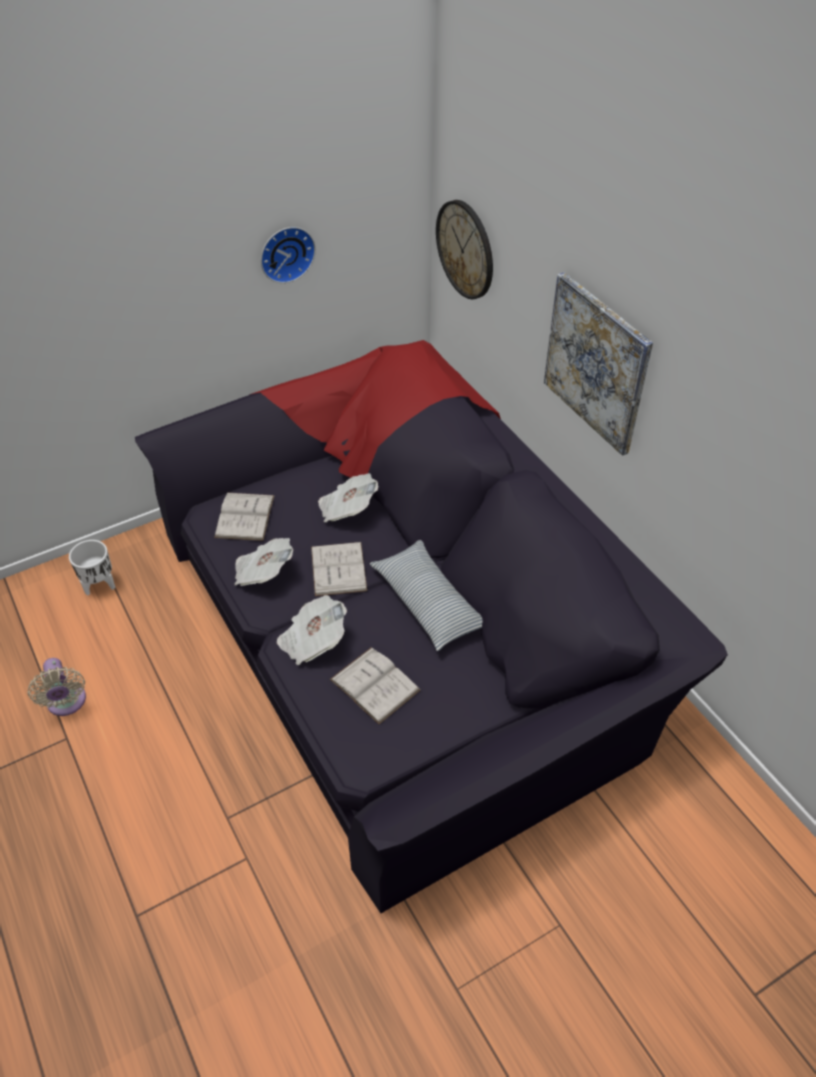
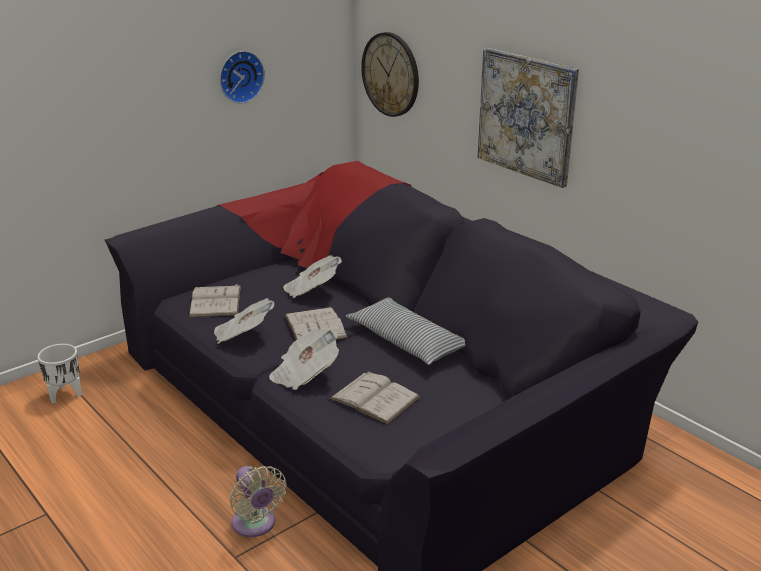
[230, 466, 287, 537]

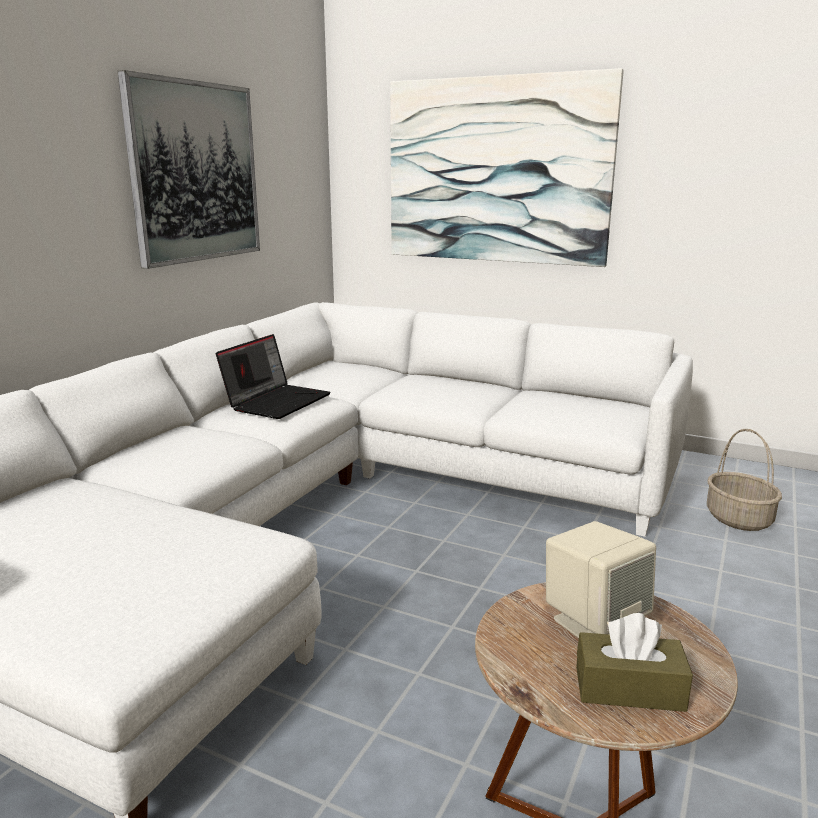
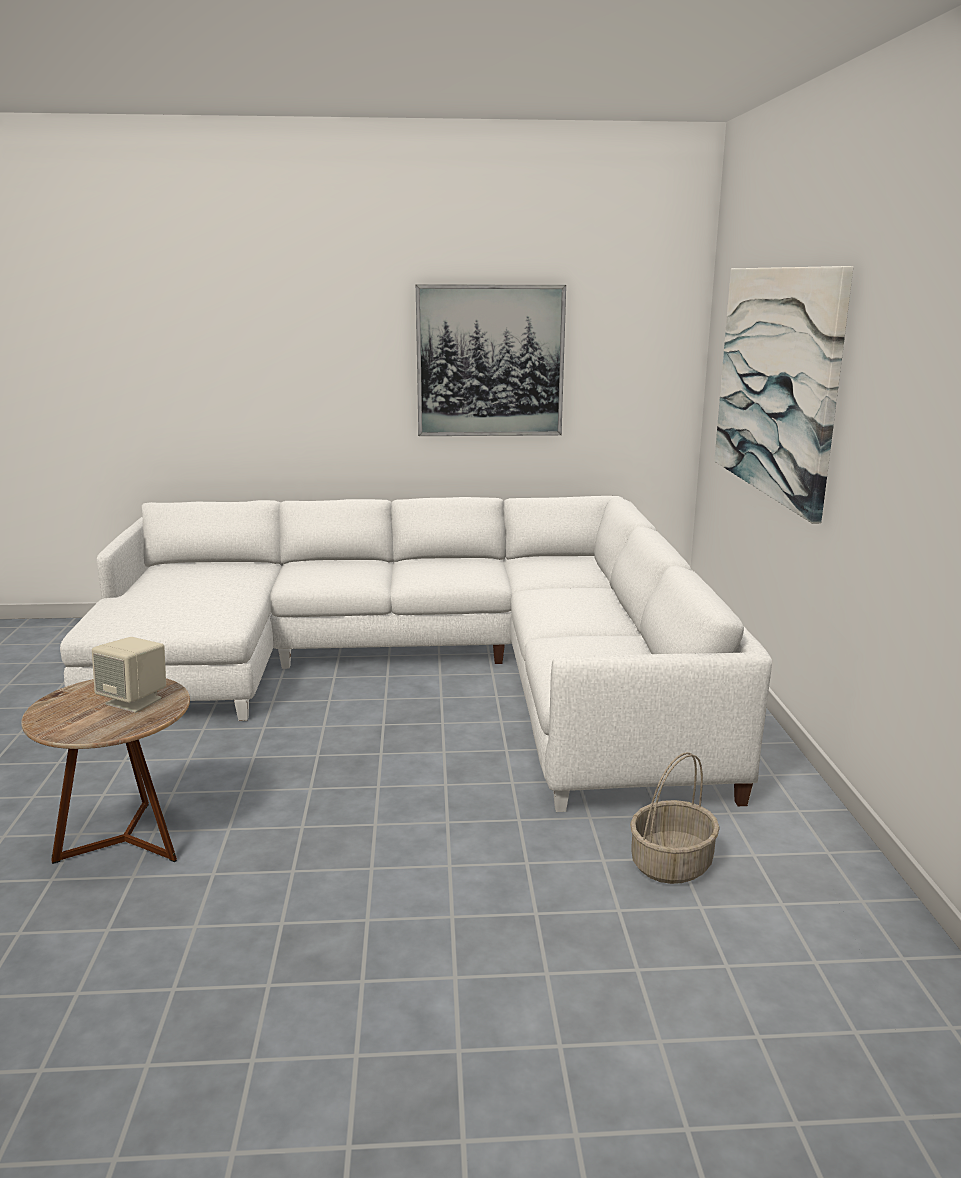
[216, 334, 331, 419] (first image)
[576, 613, 693, 712] (first image)

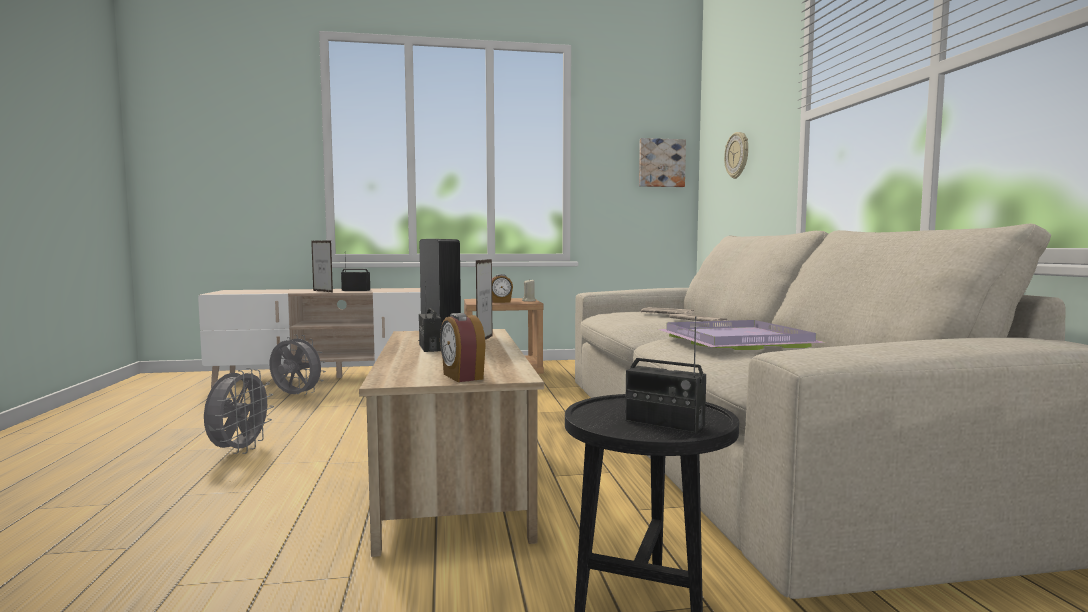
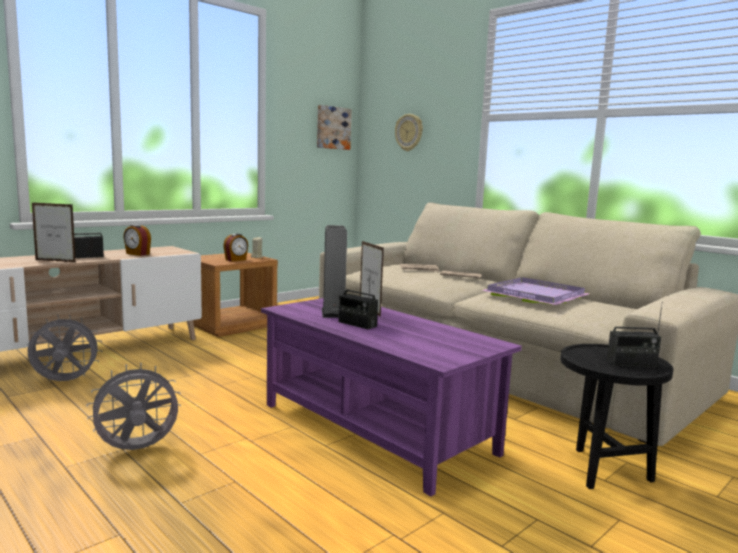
[123, 224, 151, 256]
[261, 298, 522, 496]
[86, 363, 181, 450]

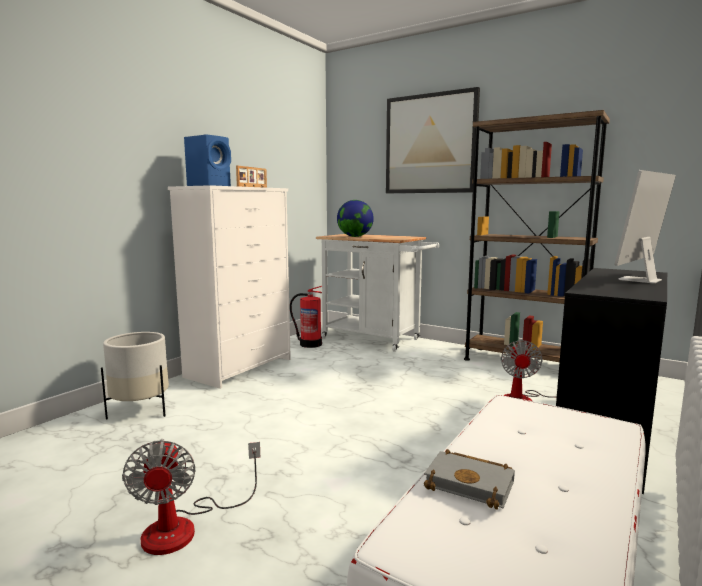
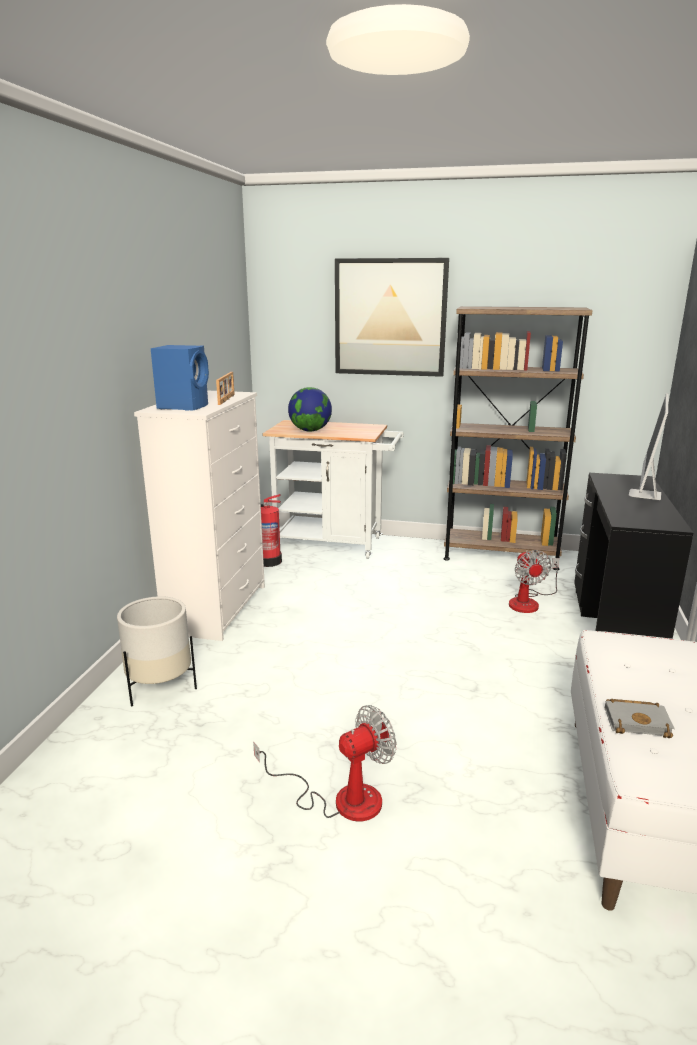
[253, 705, 397, 822]

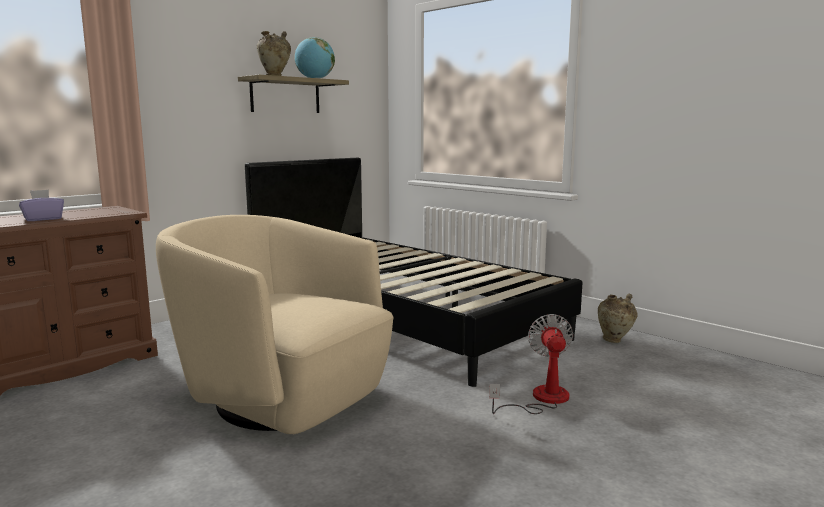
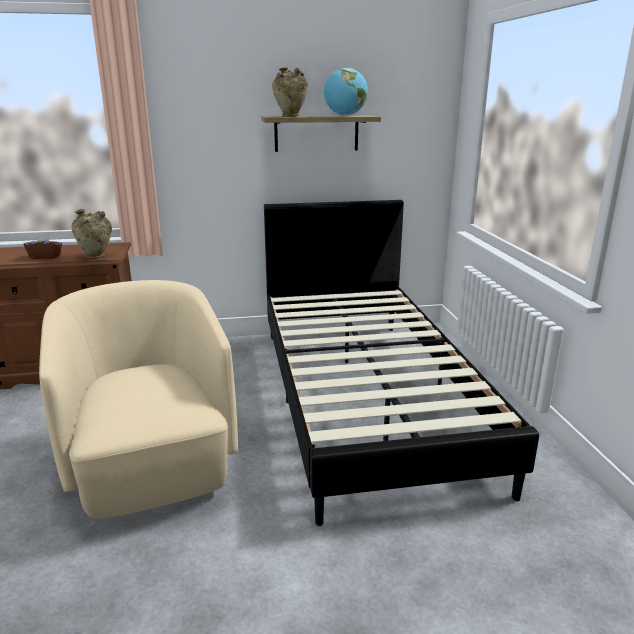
[489, 314, 573, 414] (first image)
[71, 209, 112, 259]
[24, 233, 62, 259]

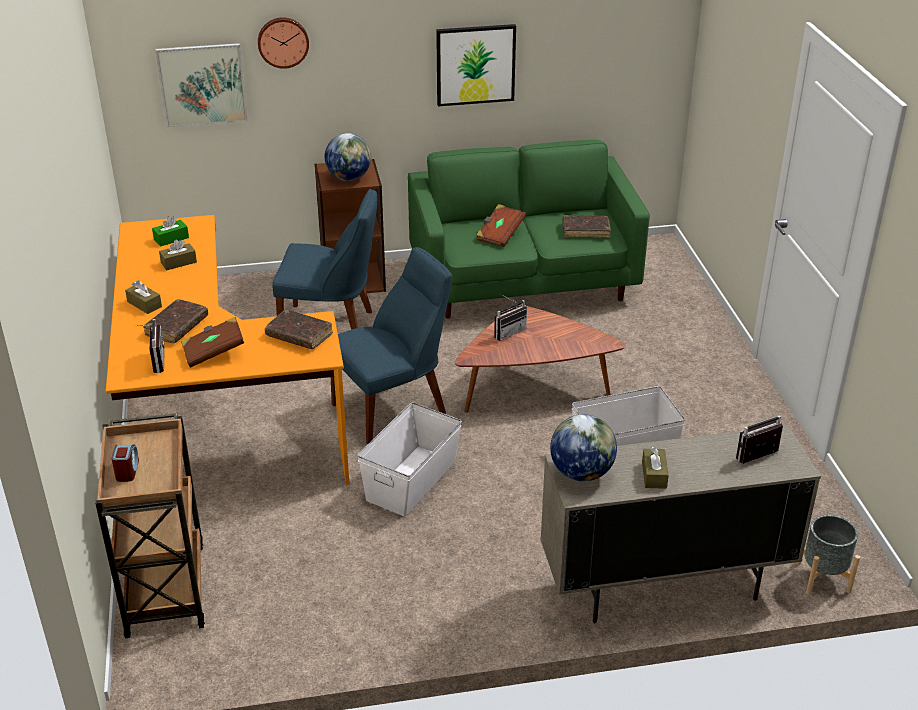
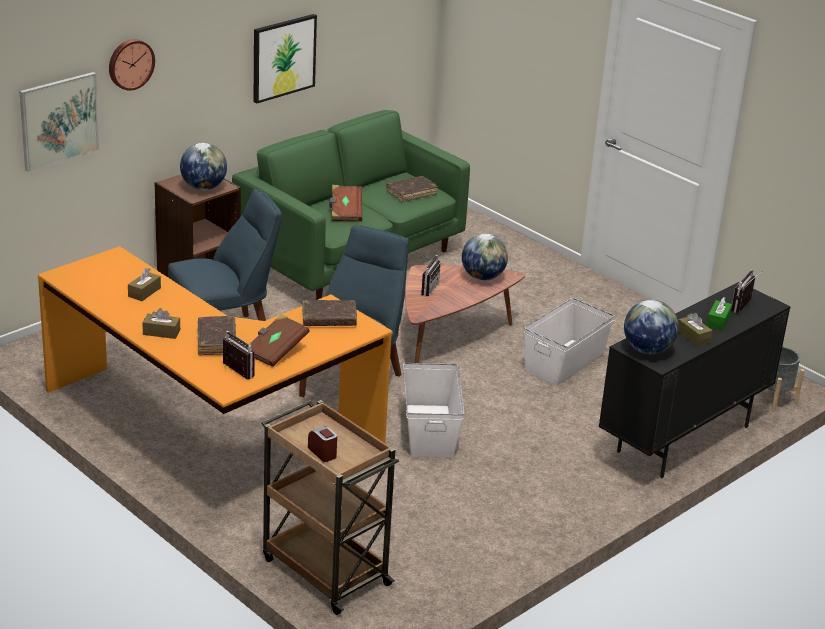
[462, 234, 508, 280]
[706, 297, 732, 330]
[599, 282, 791, 478]

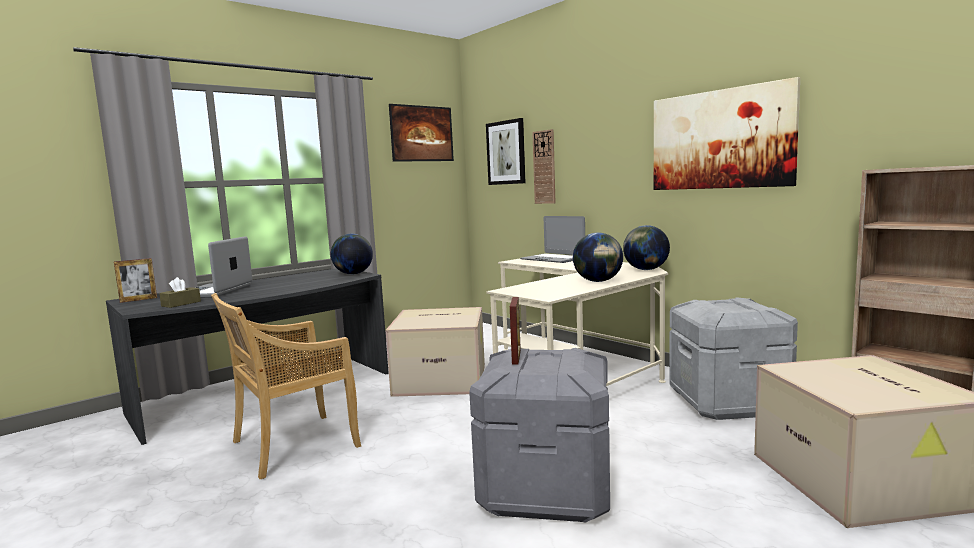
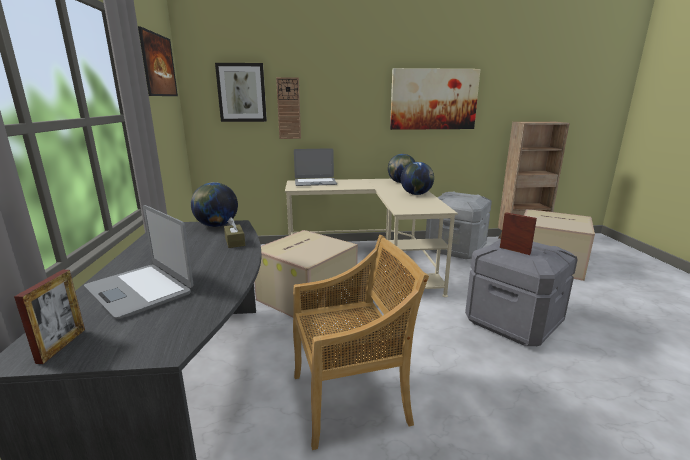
[224, 218, 245, 248]
[293, 235, 429, 450]

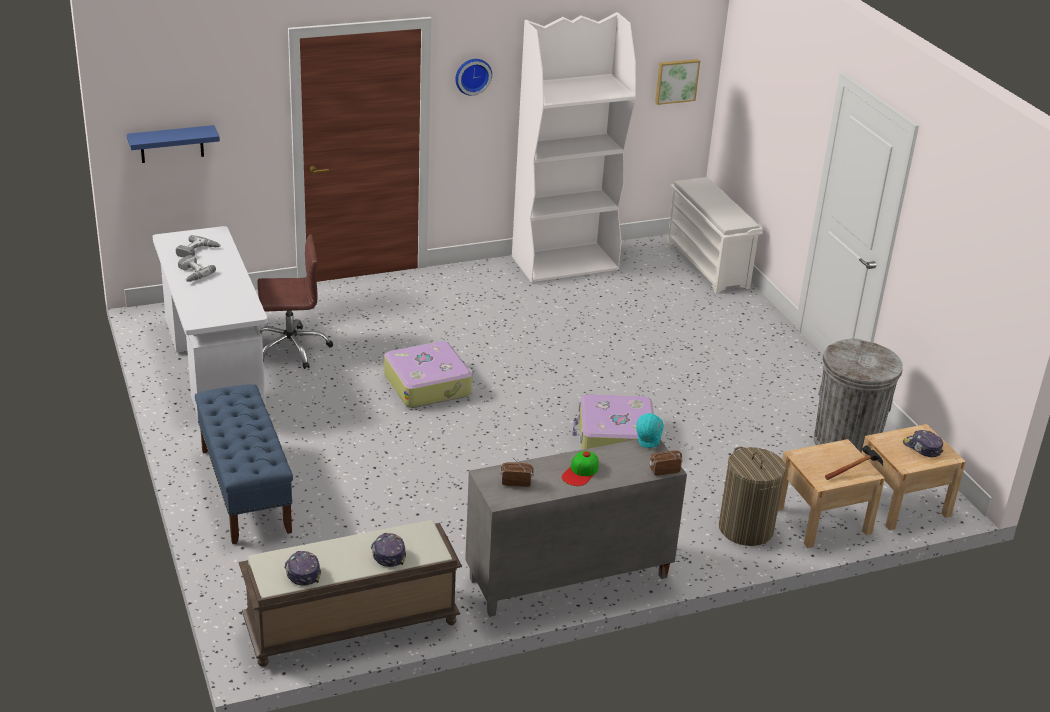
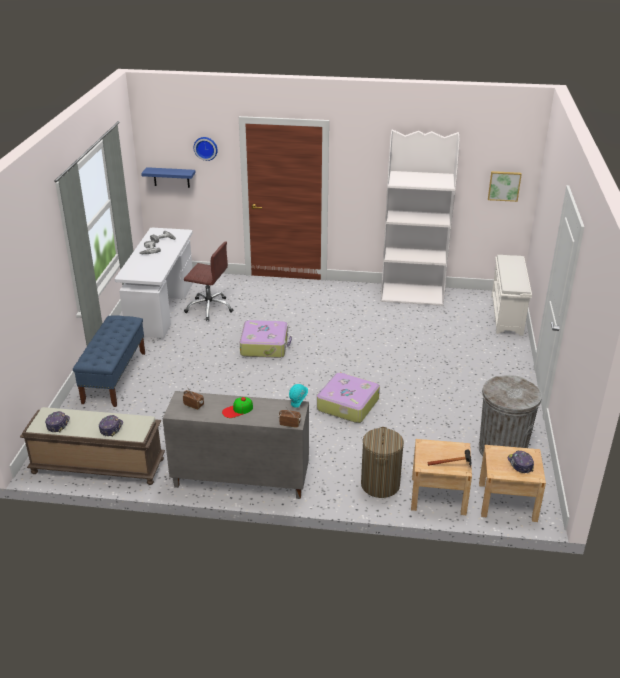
[194, 137, 218, 161]

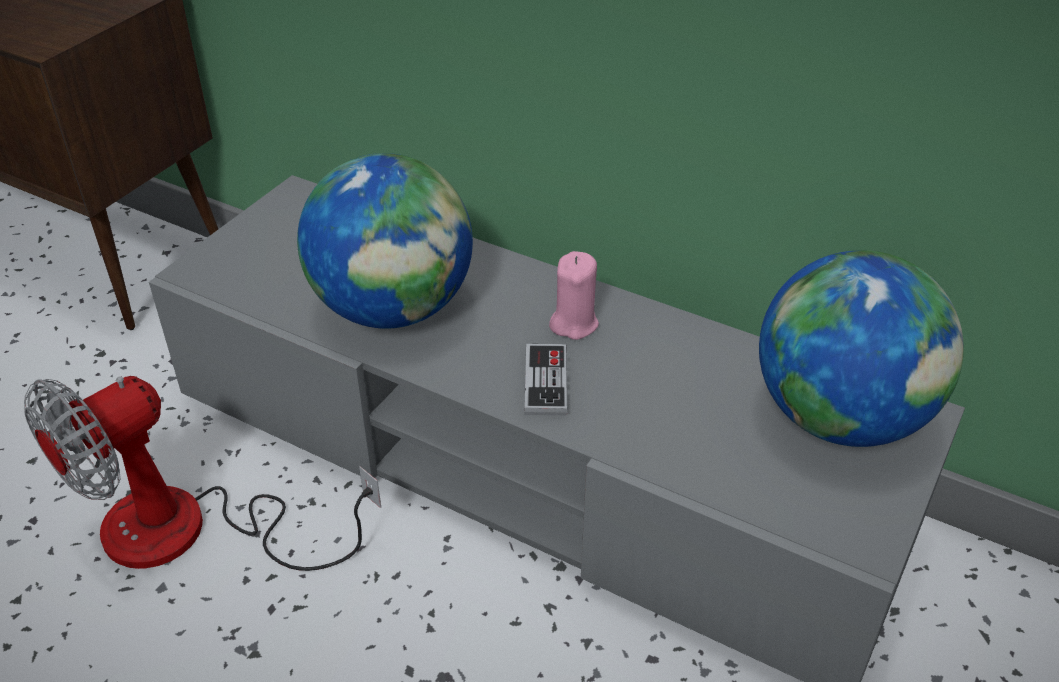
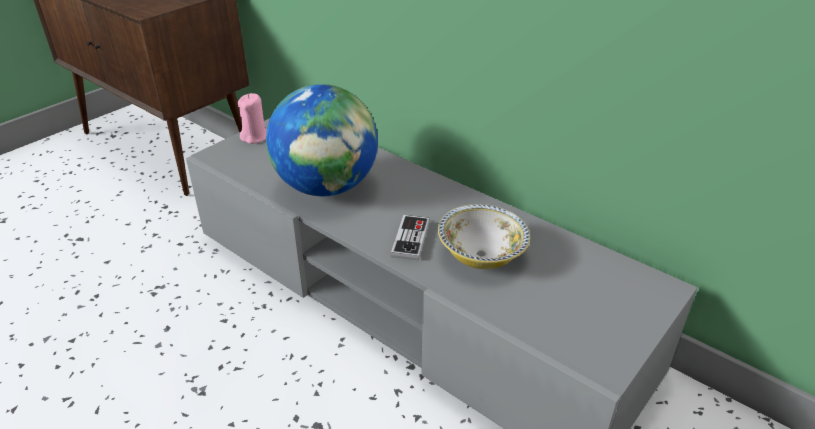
[24, 376, 381, 571] (first image)
[759, 250, 964, 447] (first image)
[438, 204, 530, 269]
[238, 93, 267, 144]

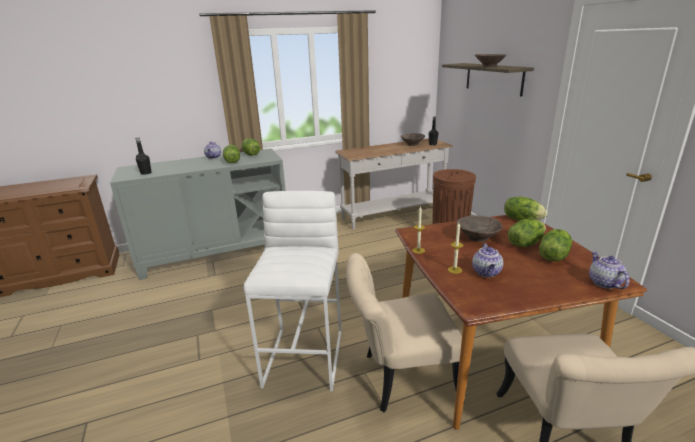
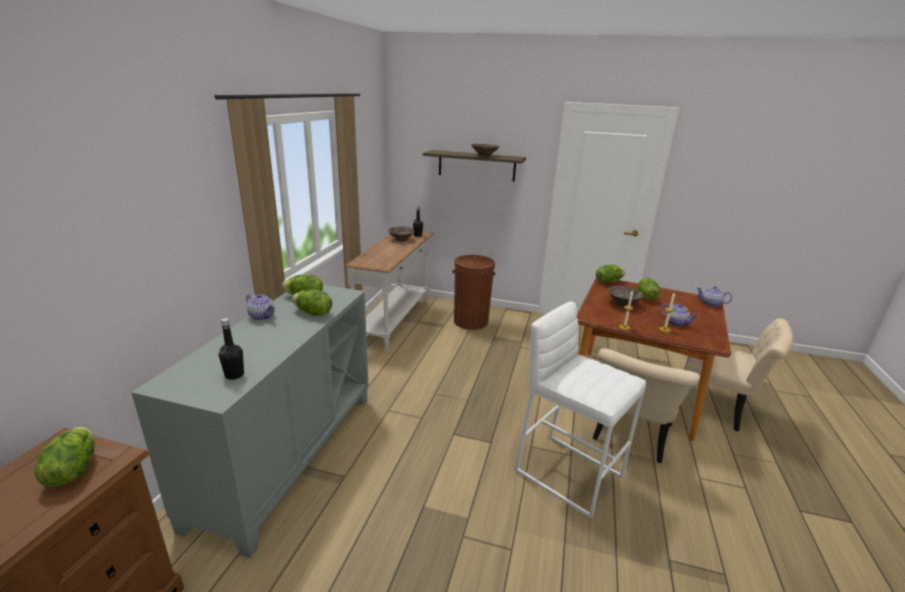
[34, 427, 94, 487]

